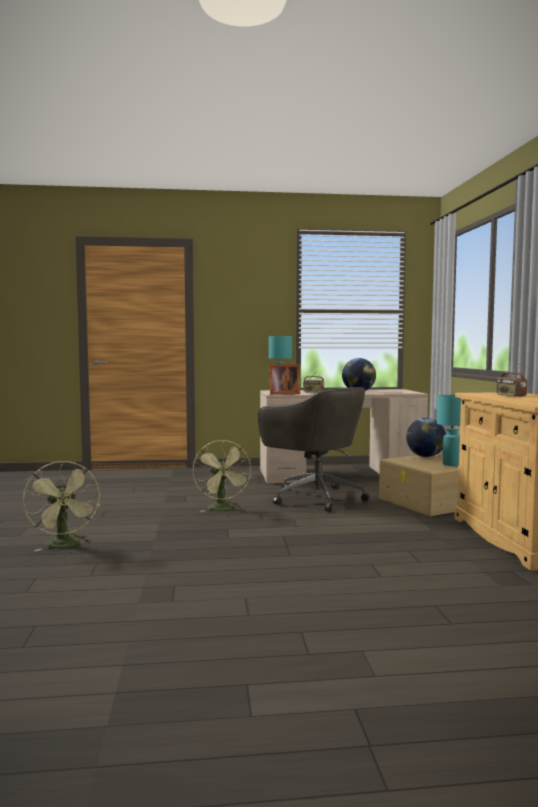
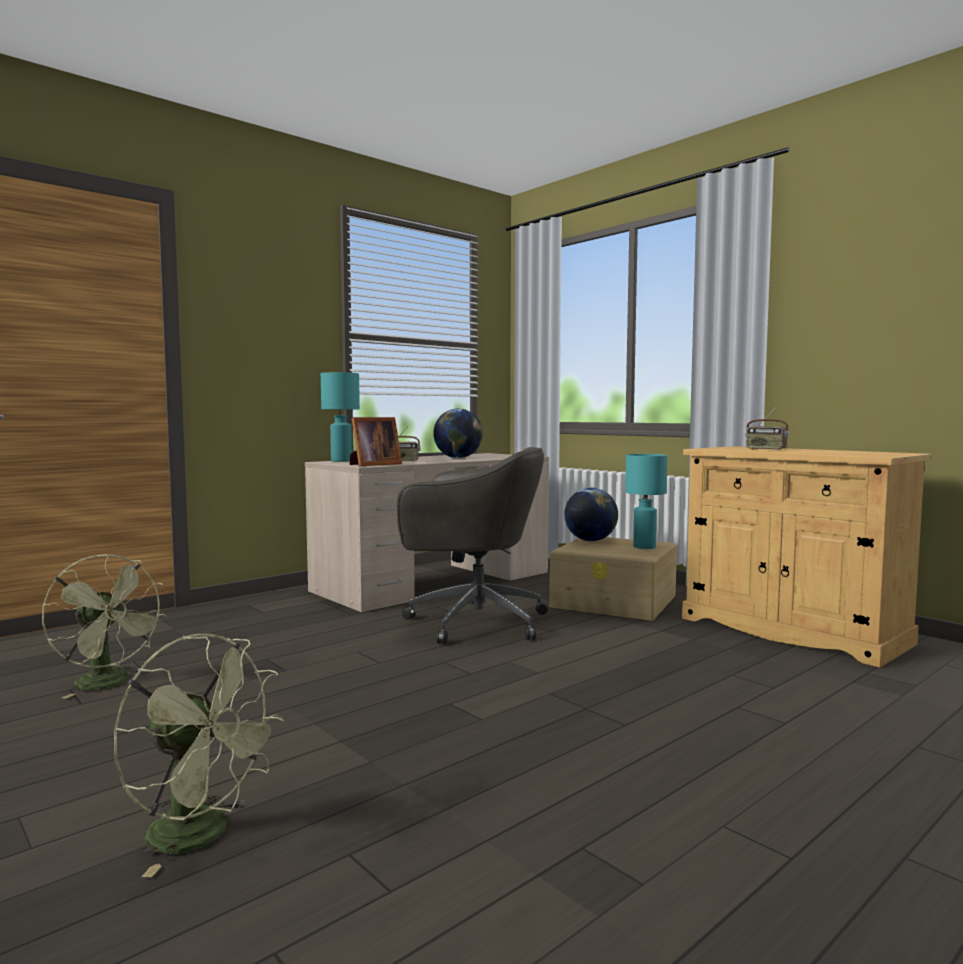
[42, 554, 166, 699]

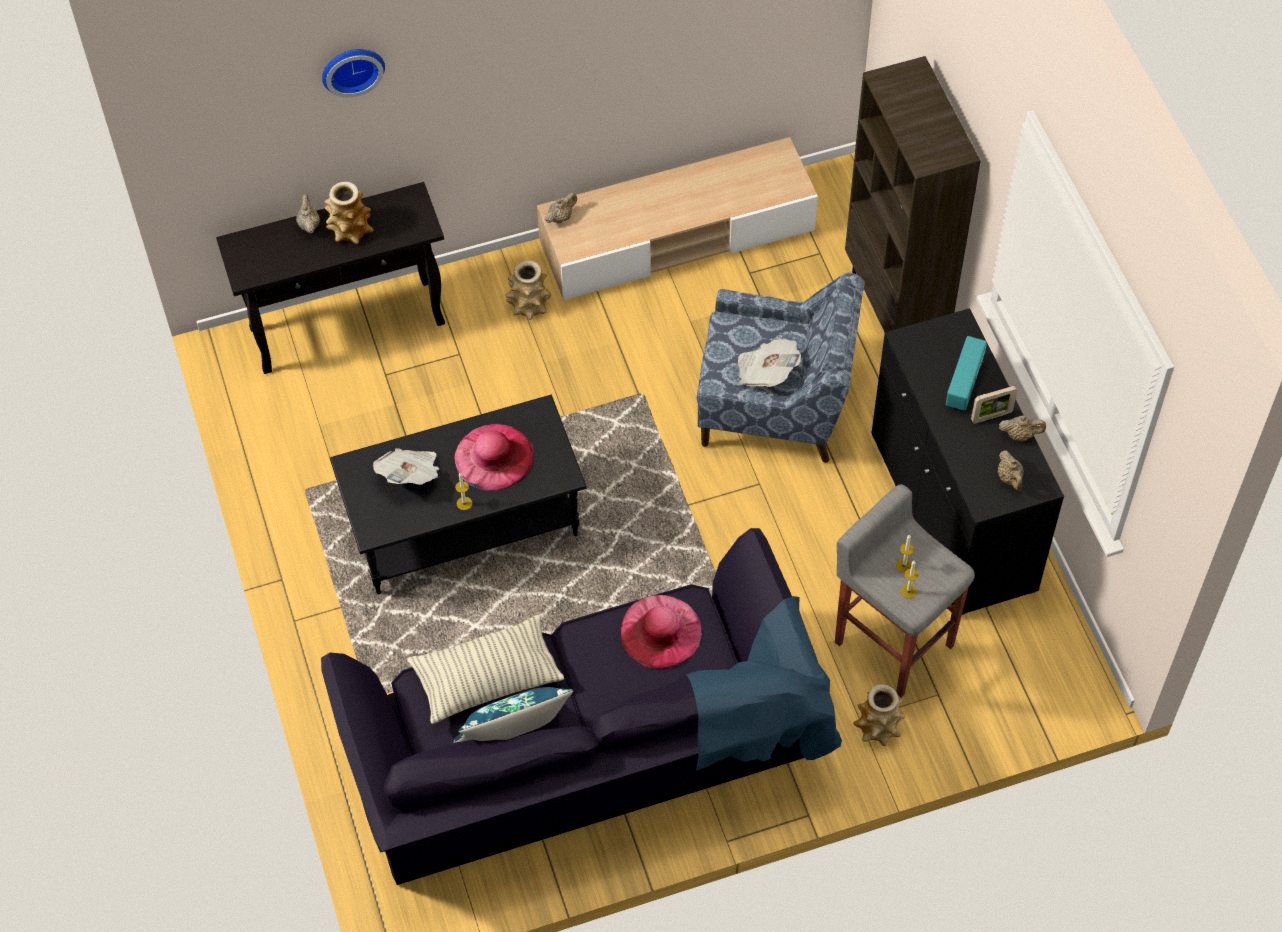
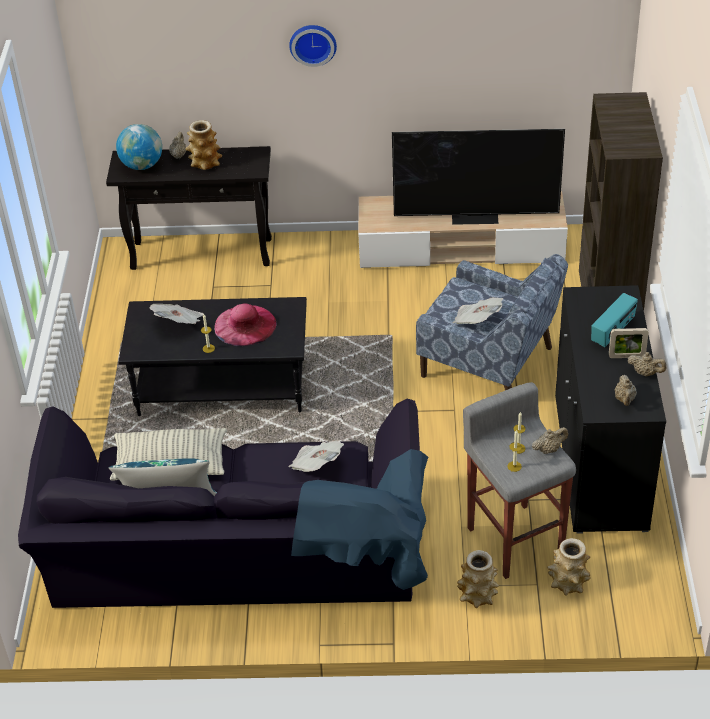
[116, 124, 162, 170]
[392, 129, 565, 225]
[289, 25, 337, 67]
[547, 538, 591, 596]
[532, 427, 568, 454]
[289, 440, 344, 472]

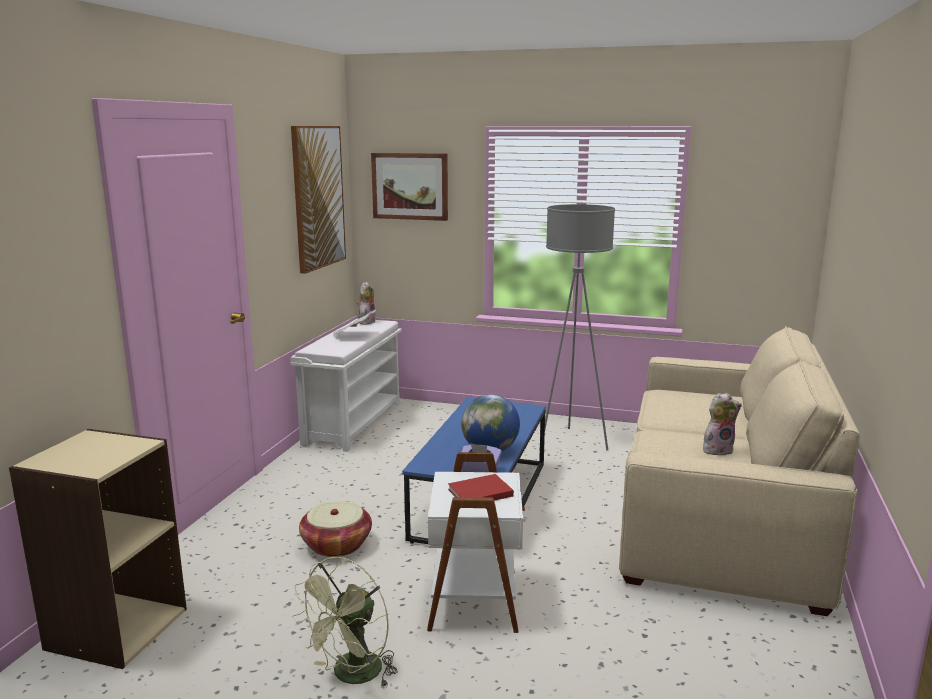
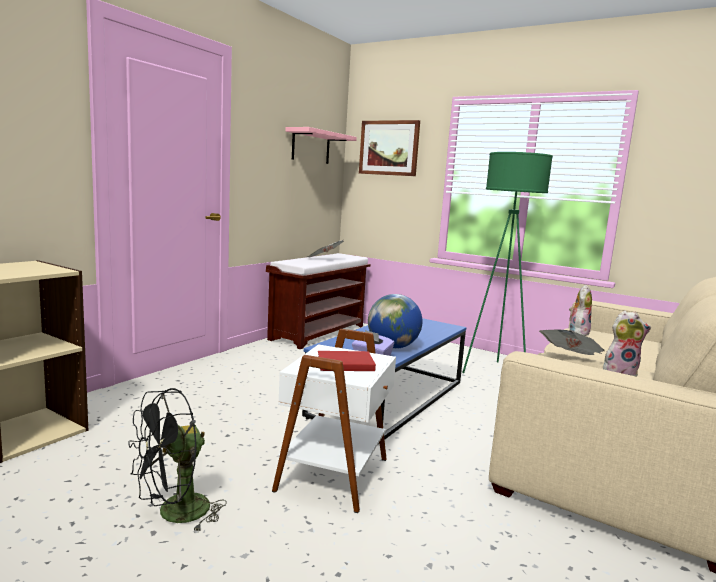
[299, 501, 372, 557] (first image)
[539, 329, 605, 355]
[569, 285, 592, 336]
[285, 127, 357, 164]
[266, 253, 371, 349]
[128, 388, 227, 533]
[462, 152, 553, 373]

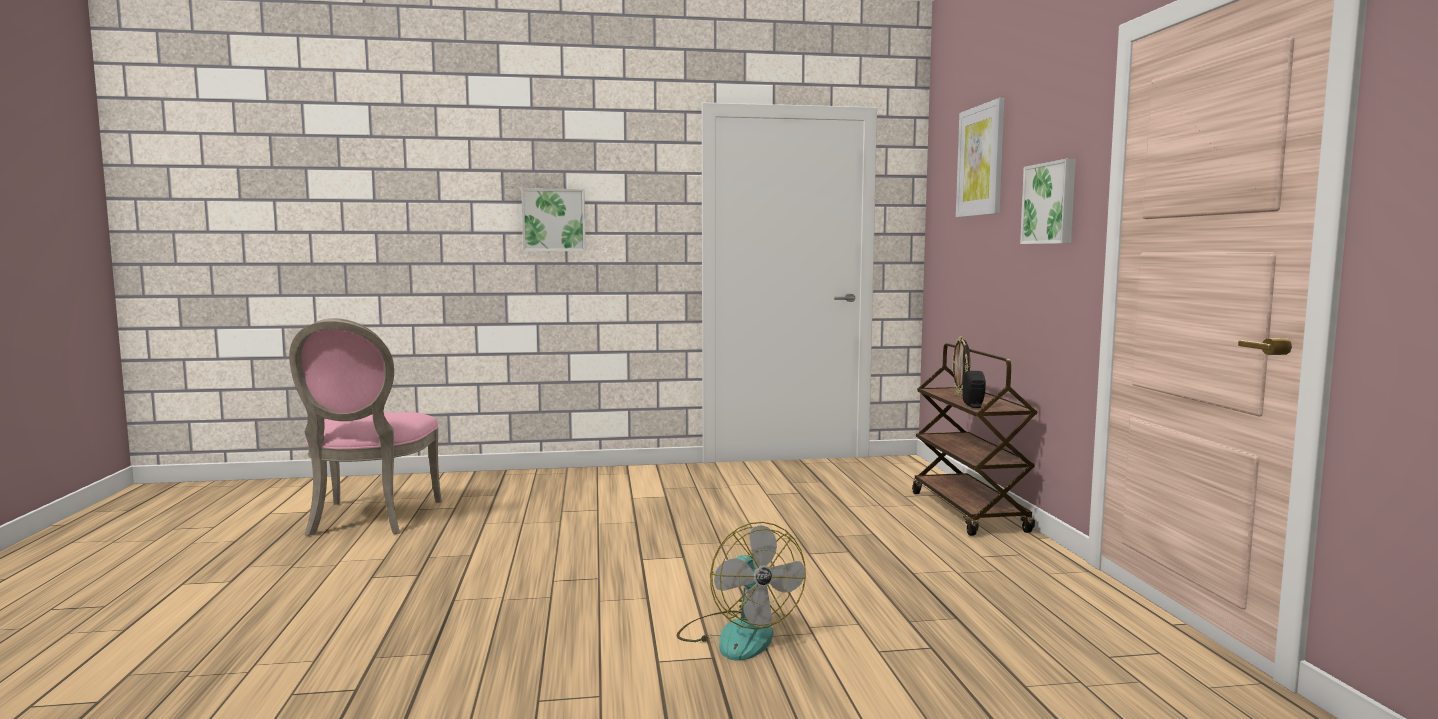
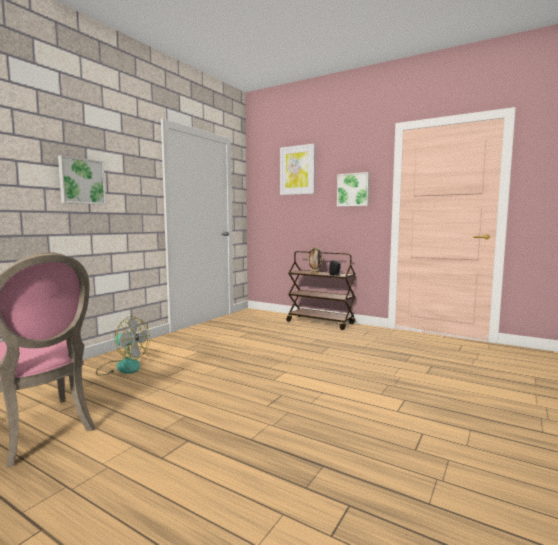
[96, 316, 150, 376]

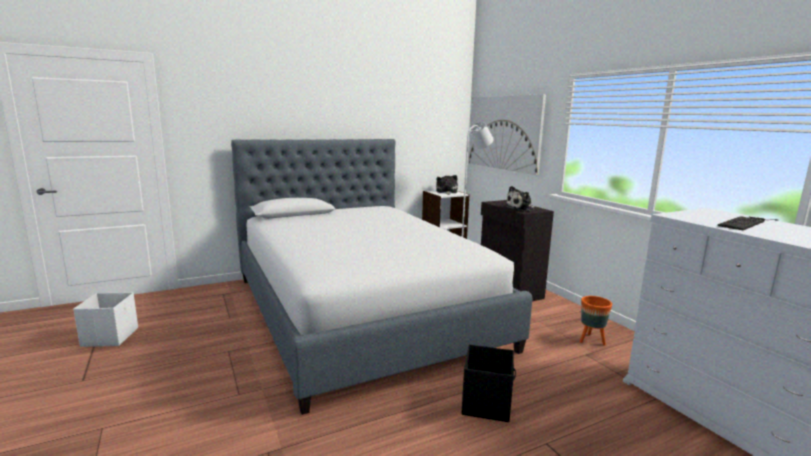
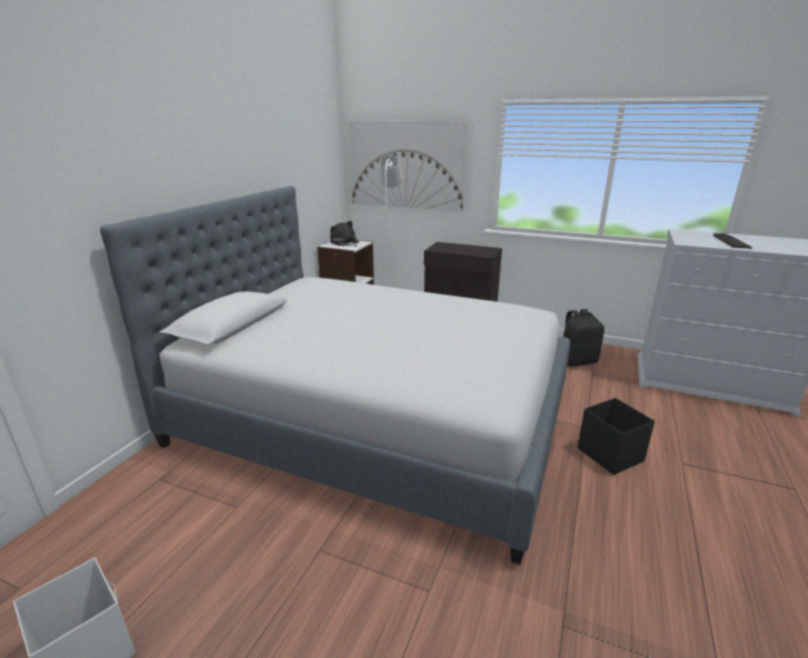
[504, 186, 535, 211] (first image)
[563, 309, 604, 366]

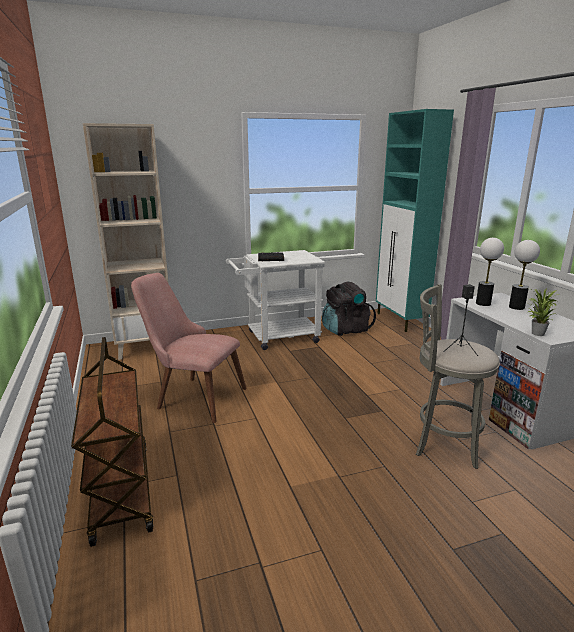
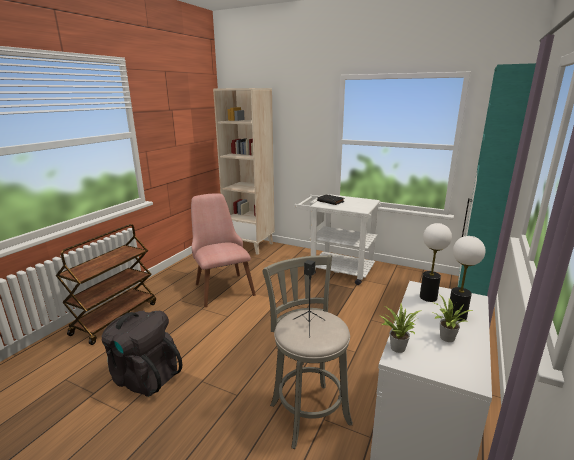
[101, 310, 183, 397]

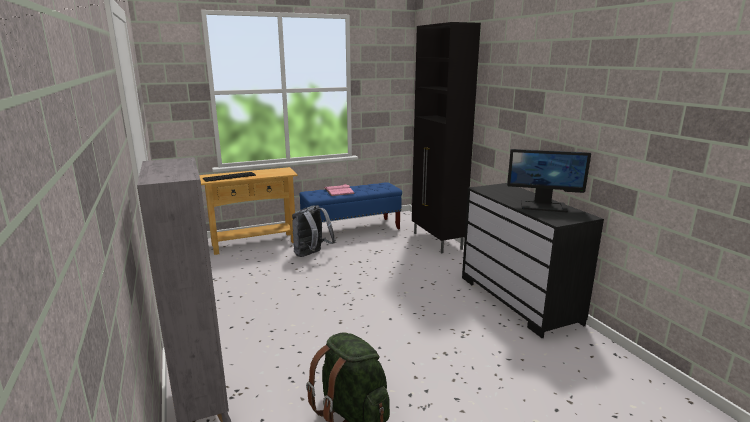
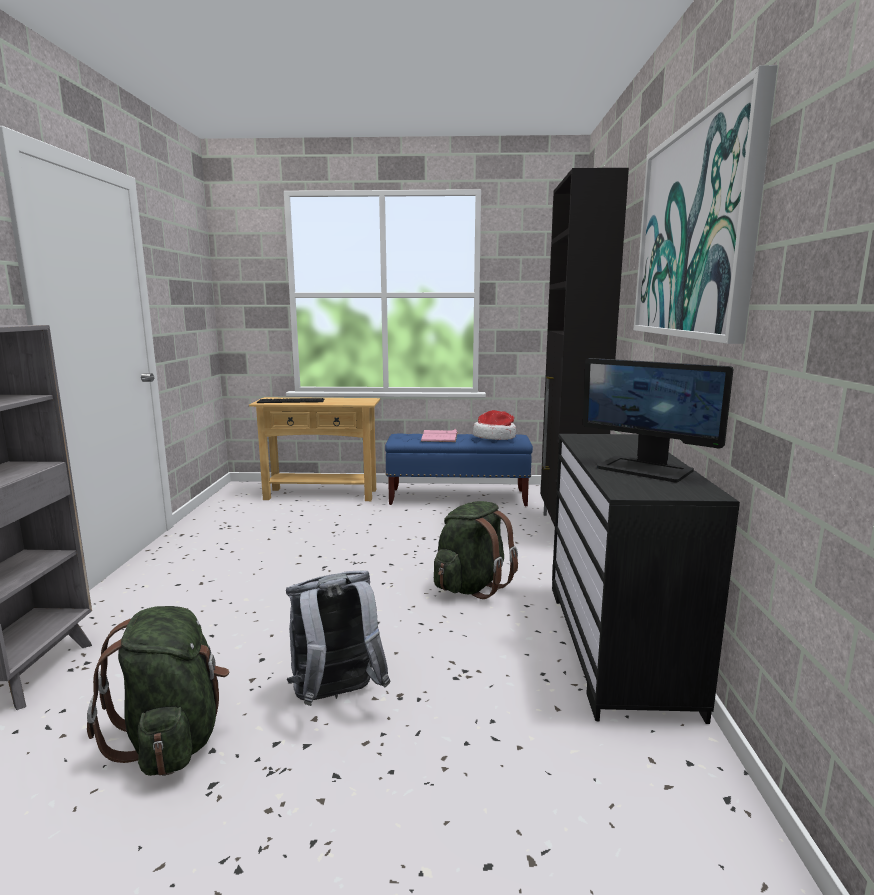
[434, 501, 518, 599]
[473, 410, 516, 440]
[634, 65, 778, 344]
[286, 570, 391, 706]

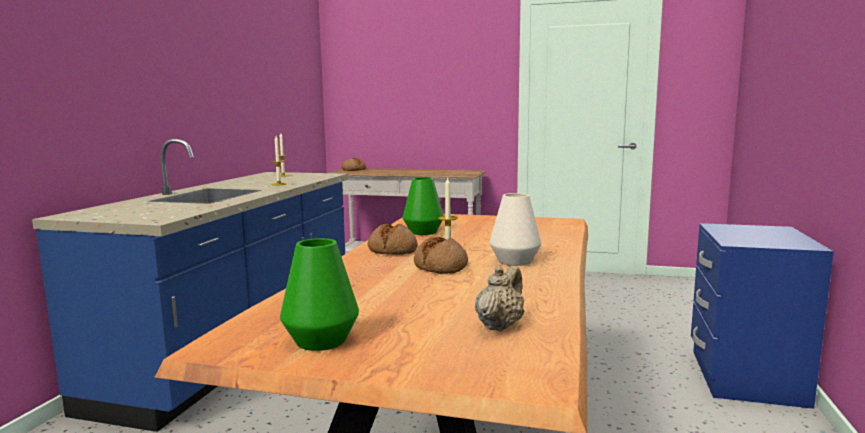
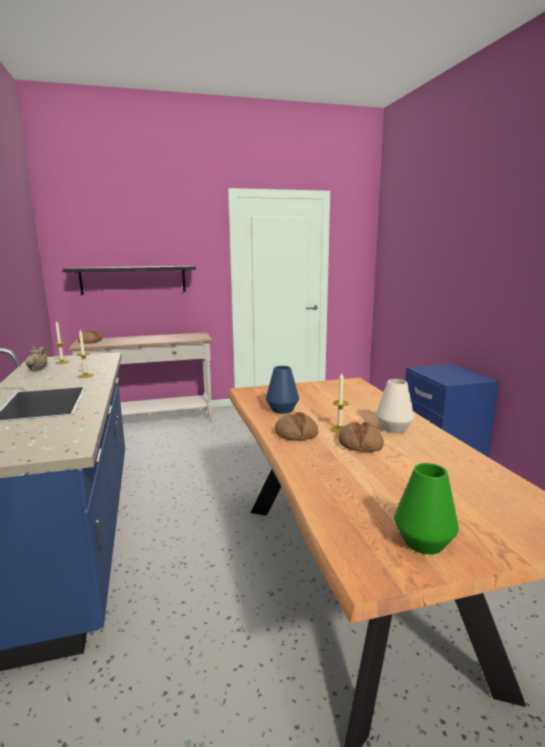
[63, 266, 196, 295]
[26, 346, 47, 371]
[266, 366, 299, 414]

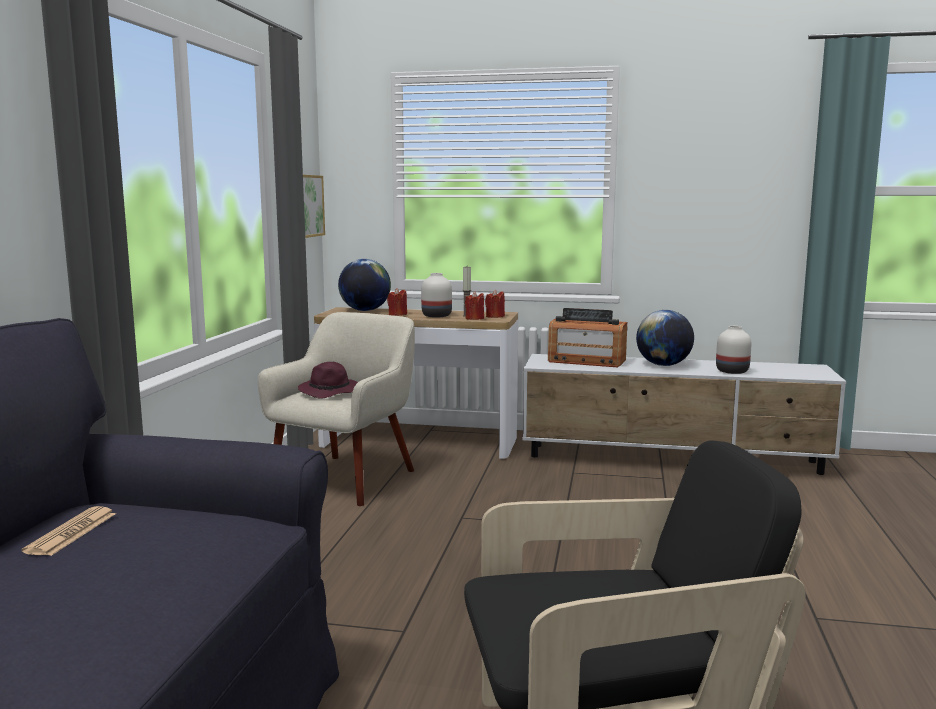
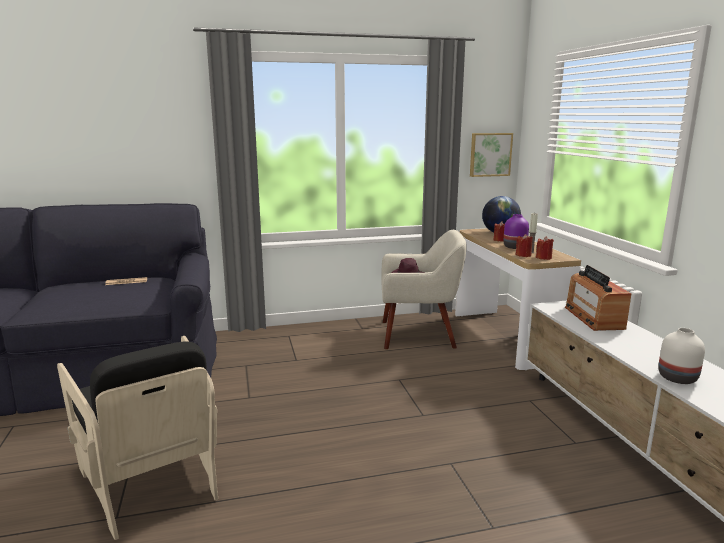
[636, 310, 694, 366] (first image)
[504, 214, 529, 249]

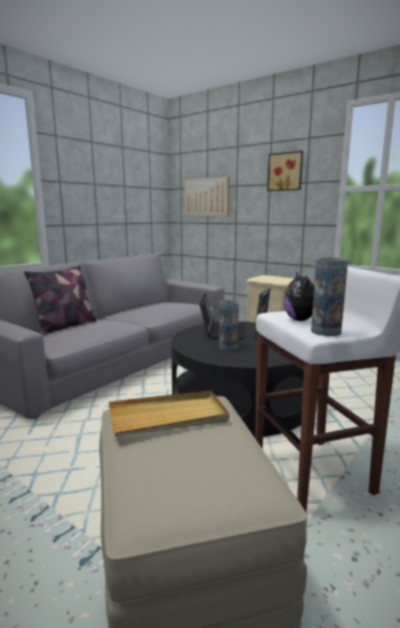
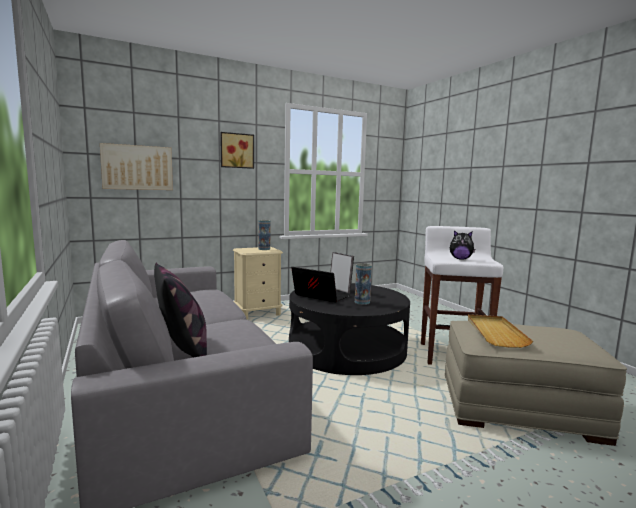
[259, 220, 270, 250]

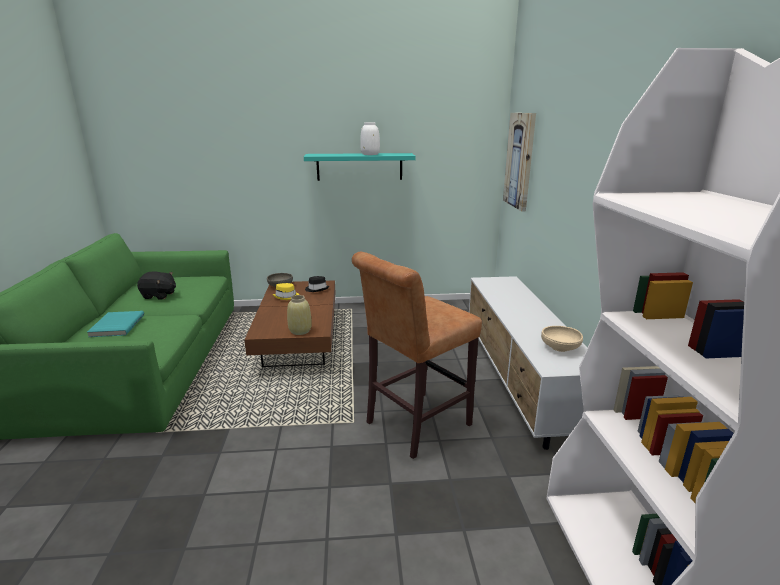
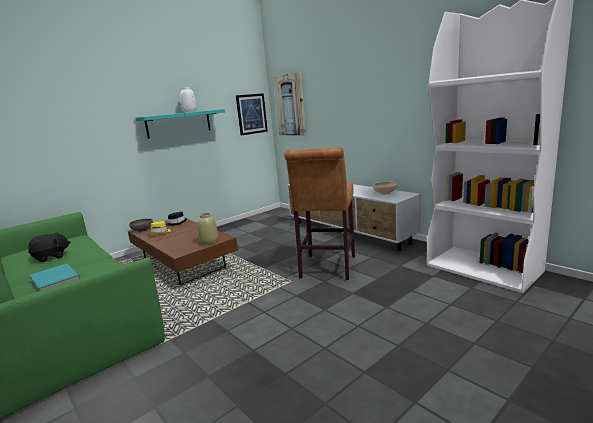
[236, 93, 268, 135]

